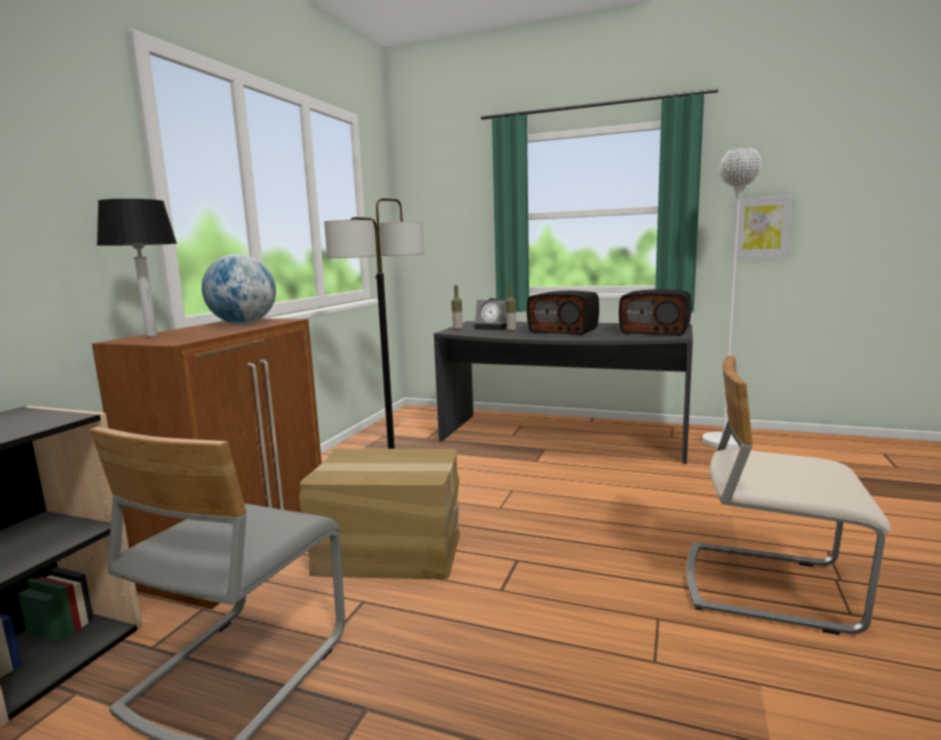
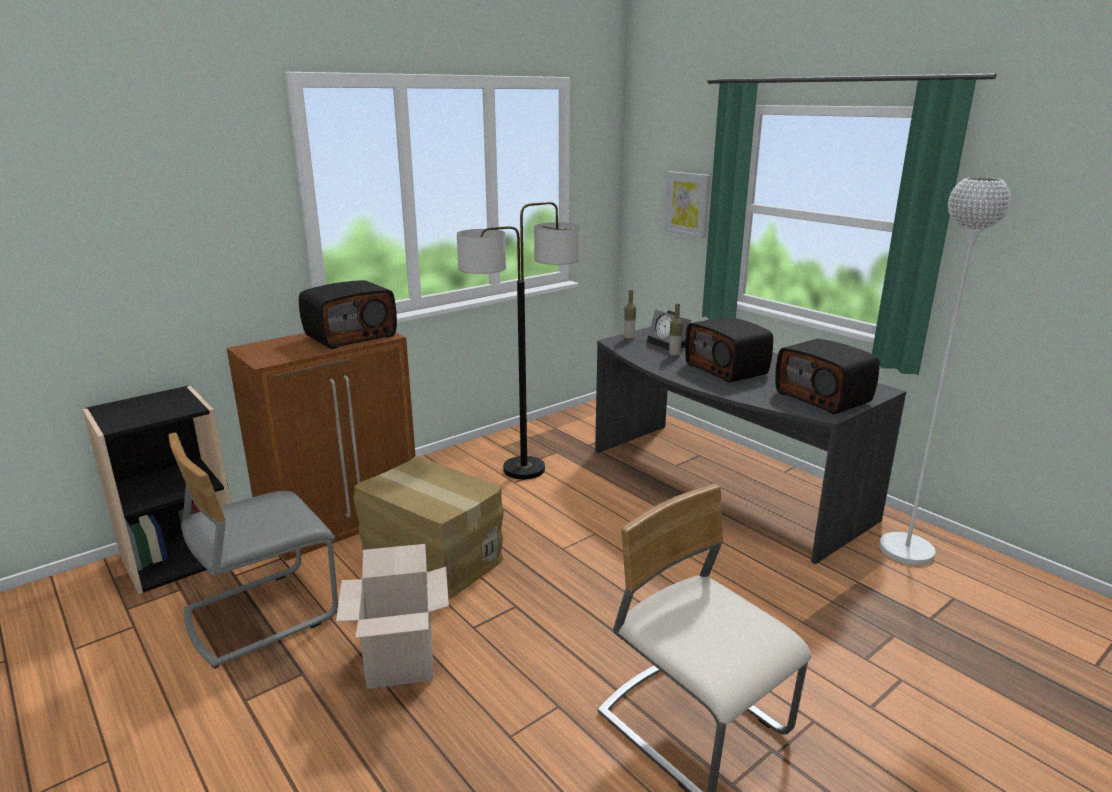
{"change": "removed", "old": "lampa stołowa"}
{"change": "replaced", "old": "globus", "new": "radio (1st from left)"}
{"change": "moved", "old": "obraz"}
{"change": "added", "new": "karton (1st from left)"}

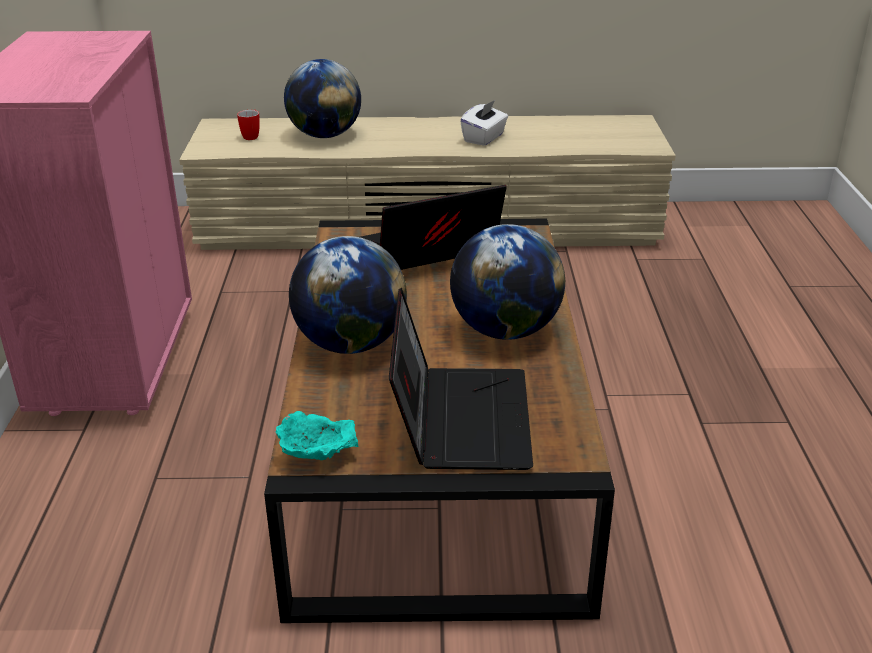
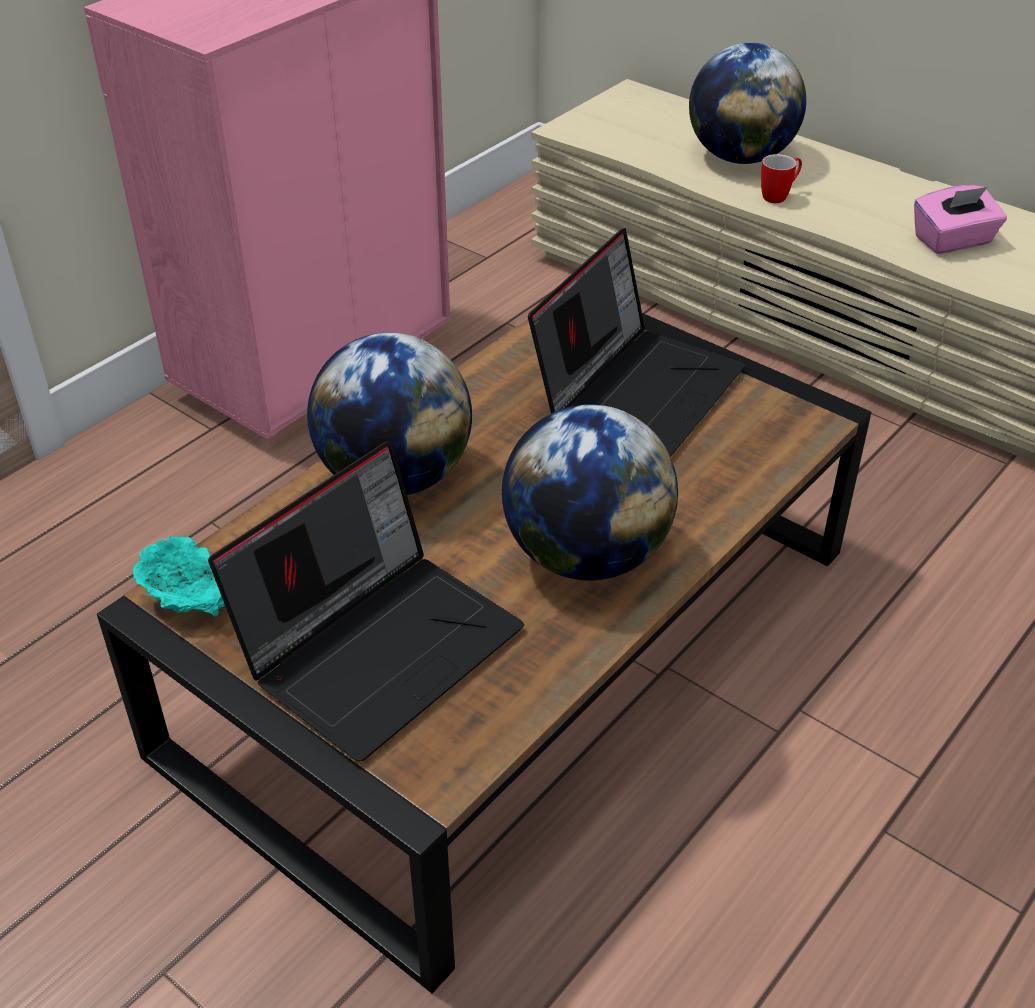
{"change": "moved", "old": "kubek"}
{"change": "turned", "old": "laptop (1st from left in the first image)", "degrees": 105}
{"change": "recoloured", "old": "pudełko chusteczek (biały)", "new": "pudełko chusteczek (różowy)"}

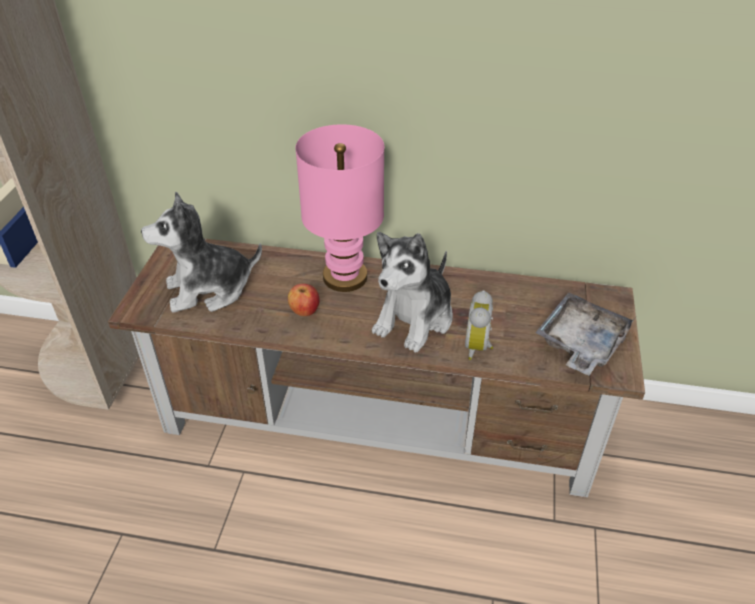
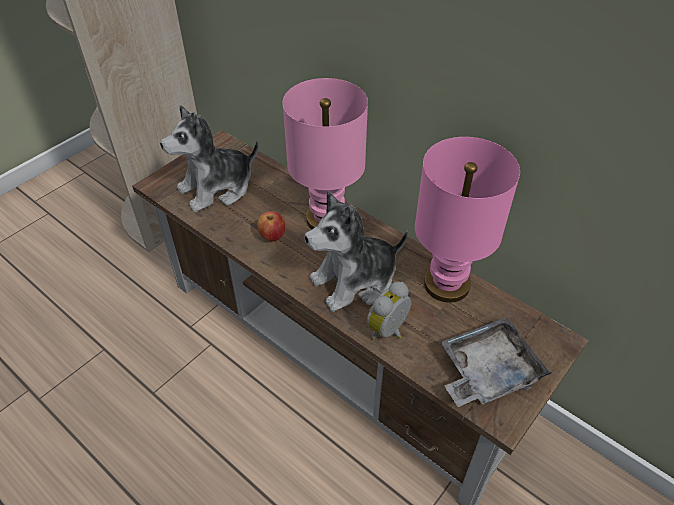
{"change": "turned", "old": "pluszak (1st from left)", "degrees": -45}
{"change": "added", "new": "lampa stołowa (różowy) (2nd from left)"}

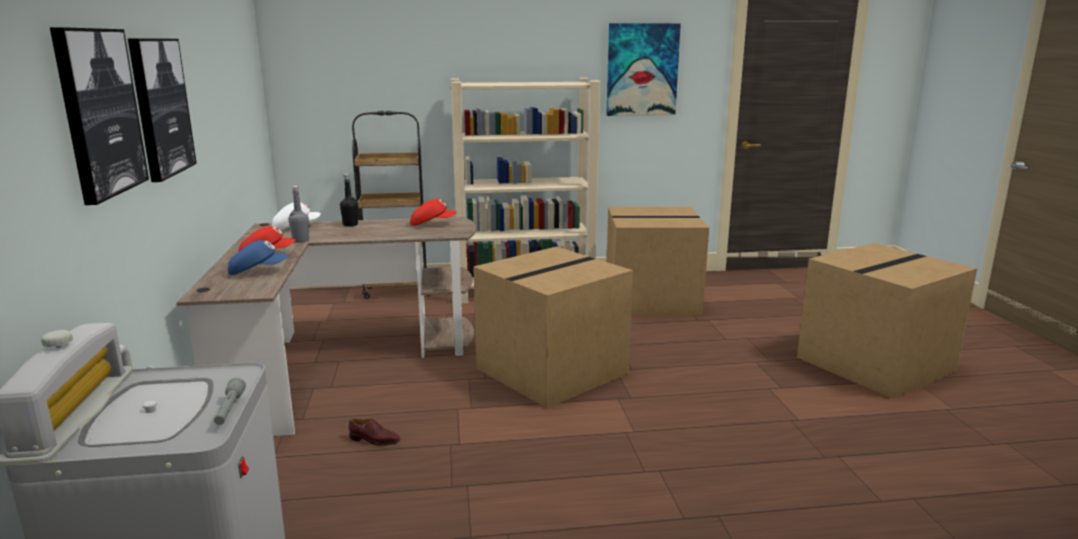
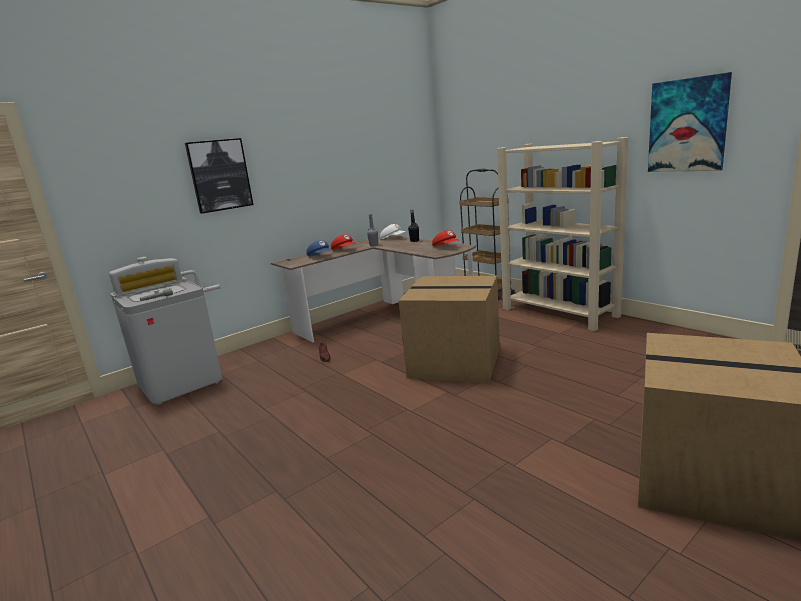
{"change": "removed", "old": "obraz (2nd from left)"}
{"change": "removed", "old": "karton (2nd from left)"}

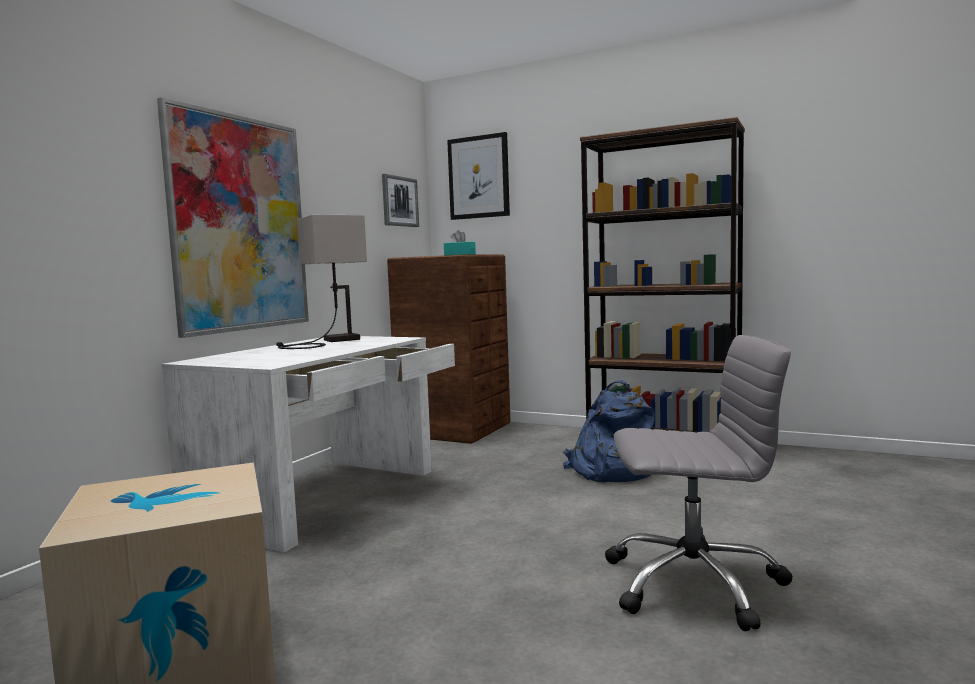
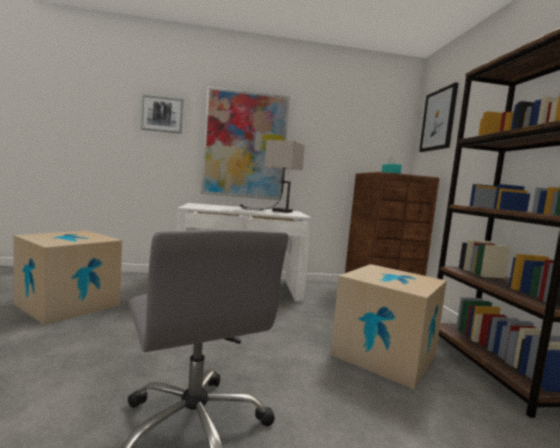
{"change": "moved", "old": "obraz (2nd from left in the first image)", "new": "obraz (1st from left)"}
{"change": "replaced", "old": "plecak (niebieski)", "new": "karton (2nd from left)"}

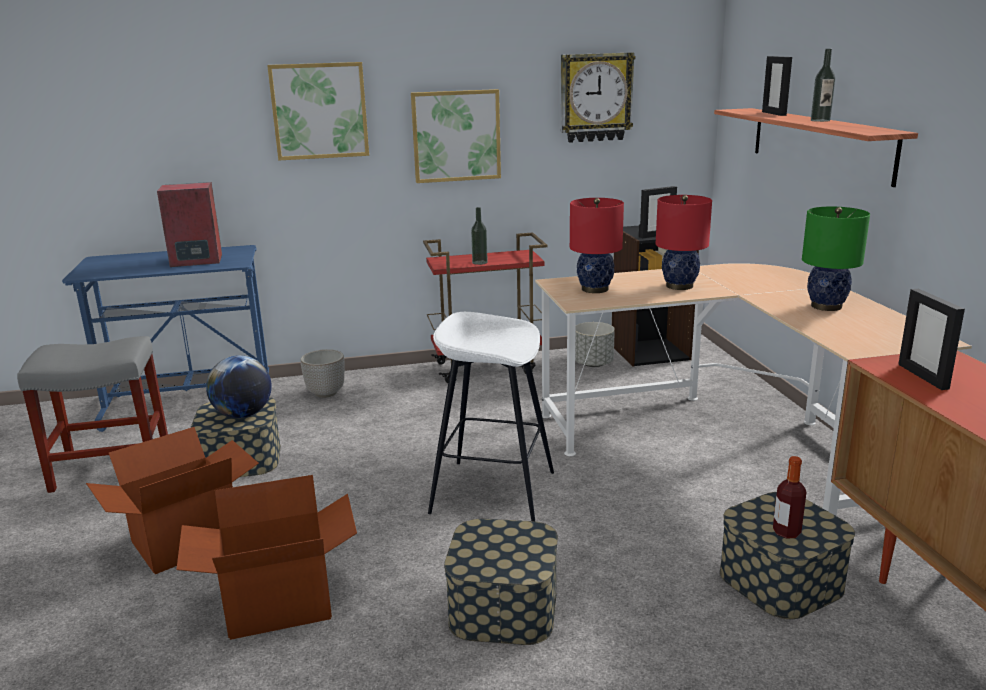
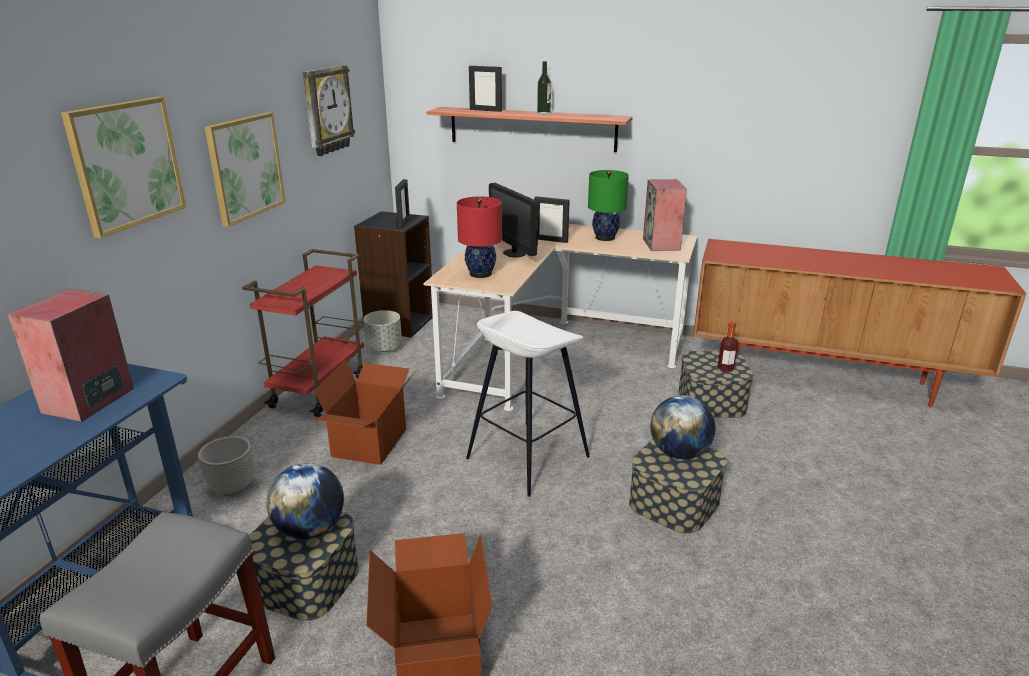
{"change": "moved", "old": "karton (2nd from left in the first image)", "new": "karton (1st from left)"}
{"change": "removed", "old": "butelka (1st from left)"}
{"change": "replaced", "old": "lampa stołowa (czerwony) (2nd from left)", "new": "monitor"}
{"change": "moved", "old": "ramka na zdjęcie (3rd from left)"}
{"change": "added", "new": "głośnik (2nd from left)"}
{"change": "added", "new": "globus (2nd from left)"}

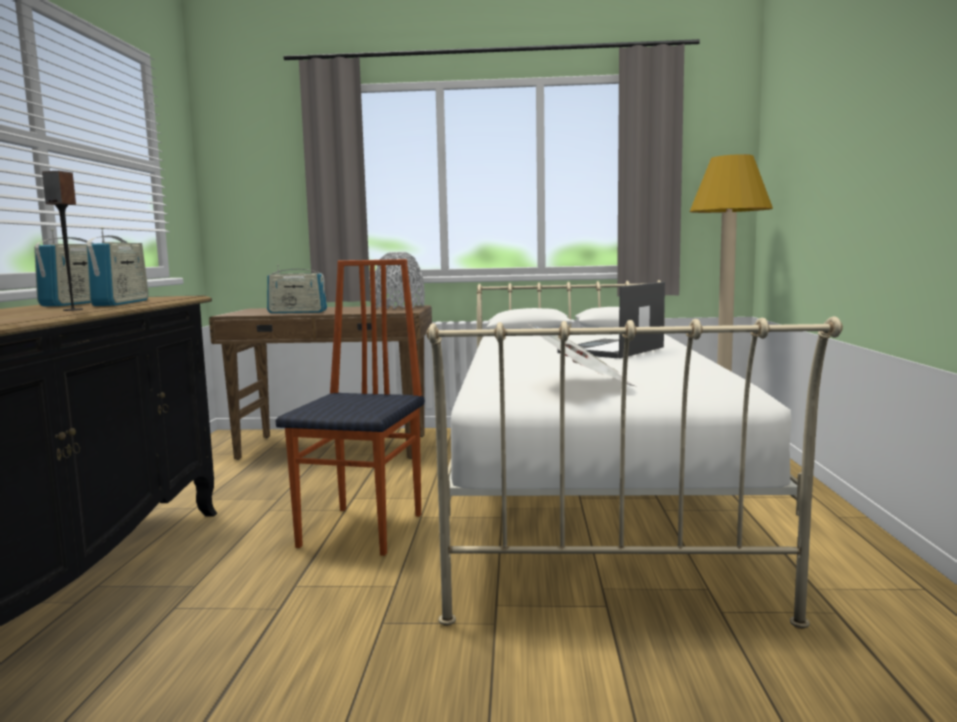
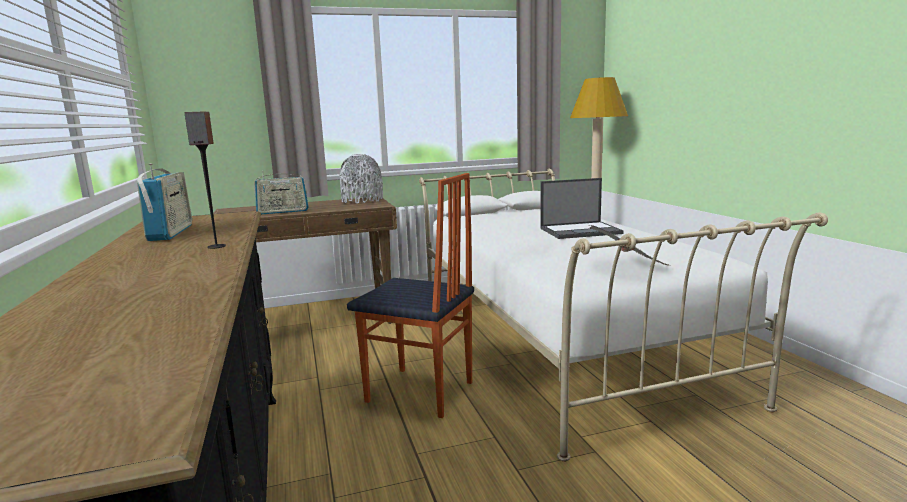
{"change": "removed", "old": "radio (2nd from left)"}
{"change": "turned", "old": "krzesło", "degrees": 120}
{"change": "turned", "old": "laptop", "degrees": -120}

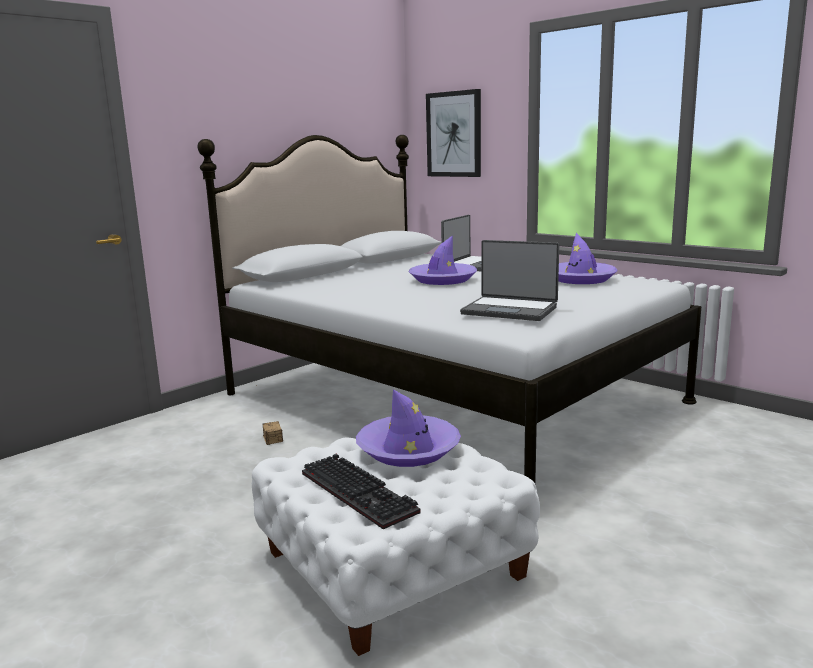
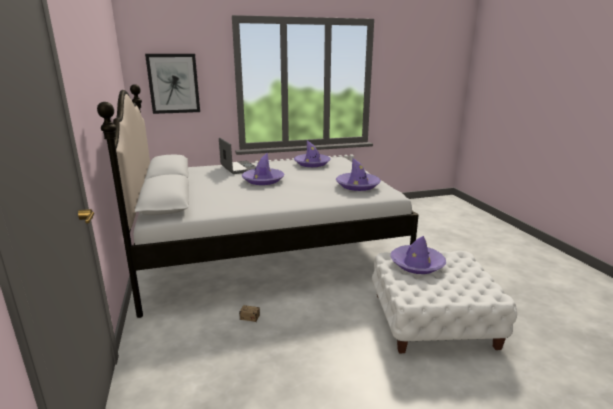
{"change": "removed", "old": "klawiatura"}
{"change": "replaced", "old": "laptop (2nd from left)", "new": "kapelusz (fioletowy) (3rd from left)"}

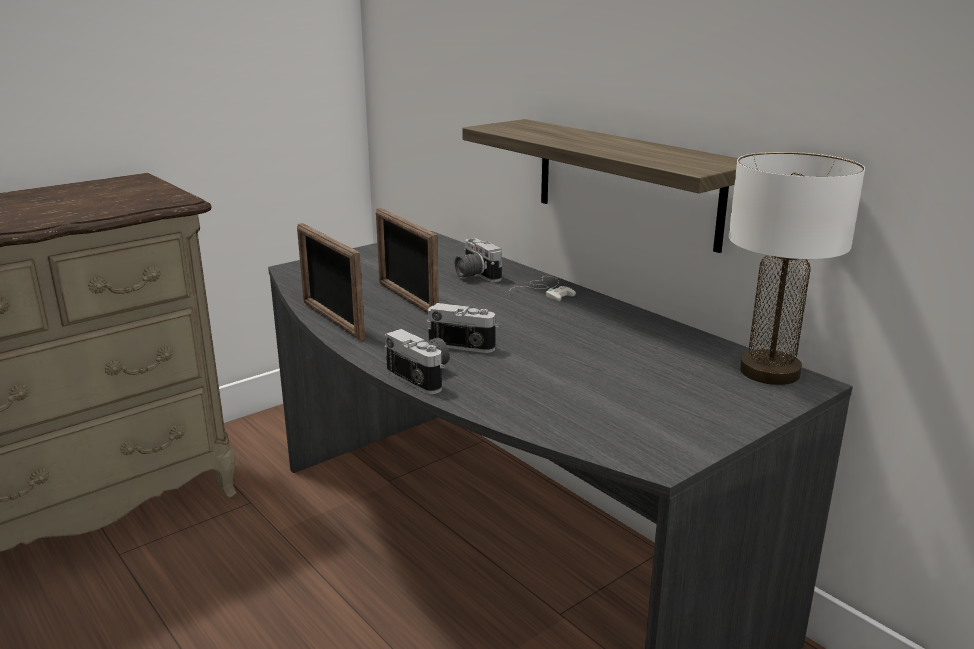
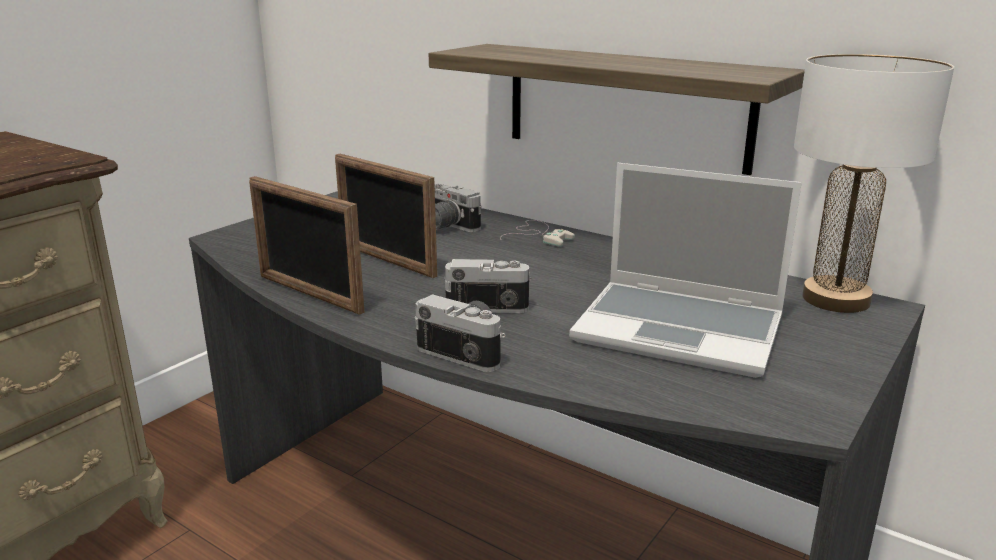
{"change": "added", "new": "laptop"}

